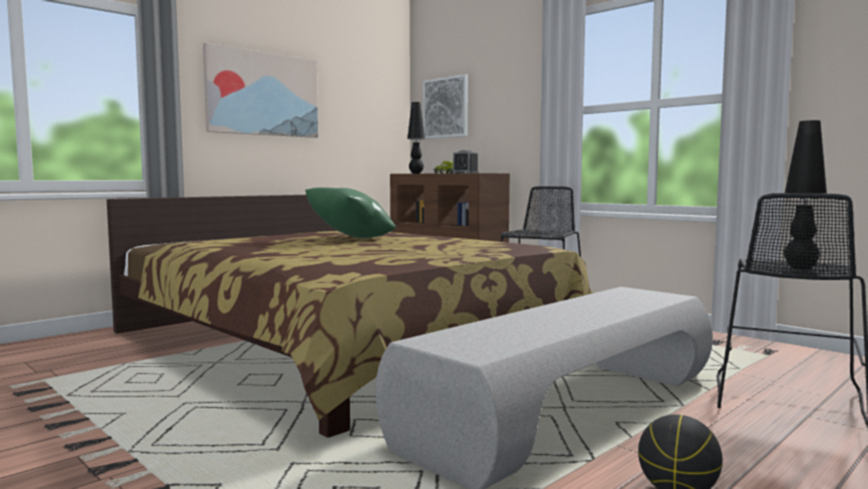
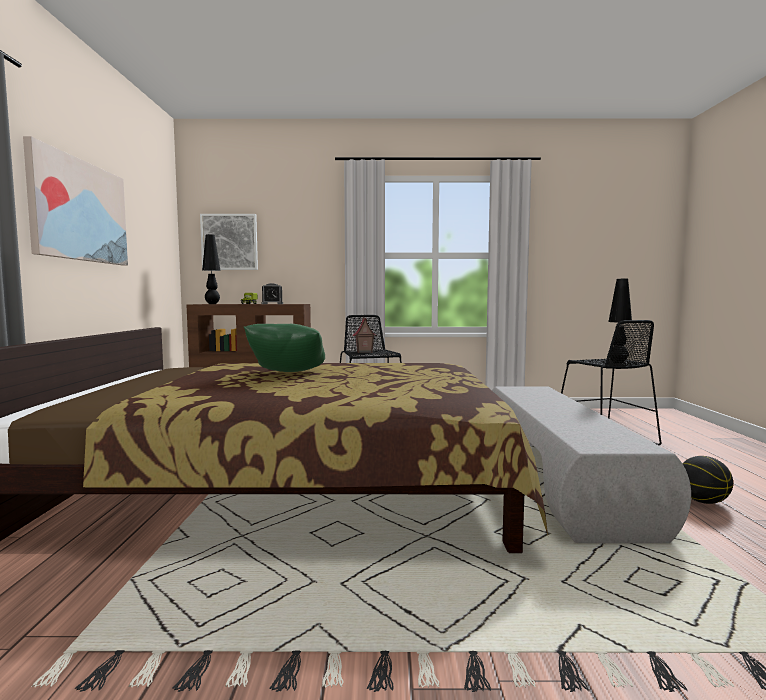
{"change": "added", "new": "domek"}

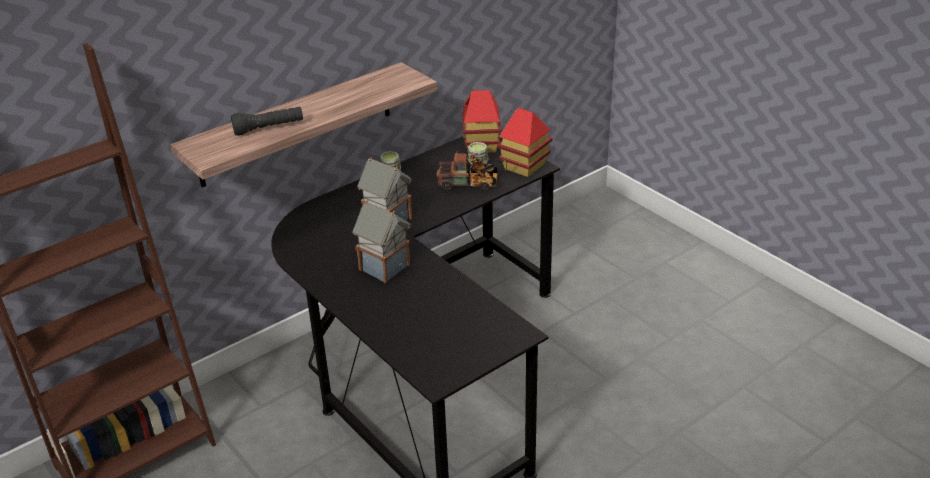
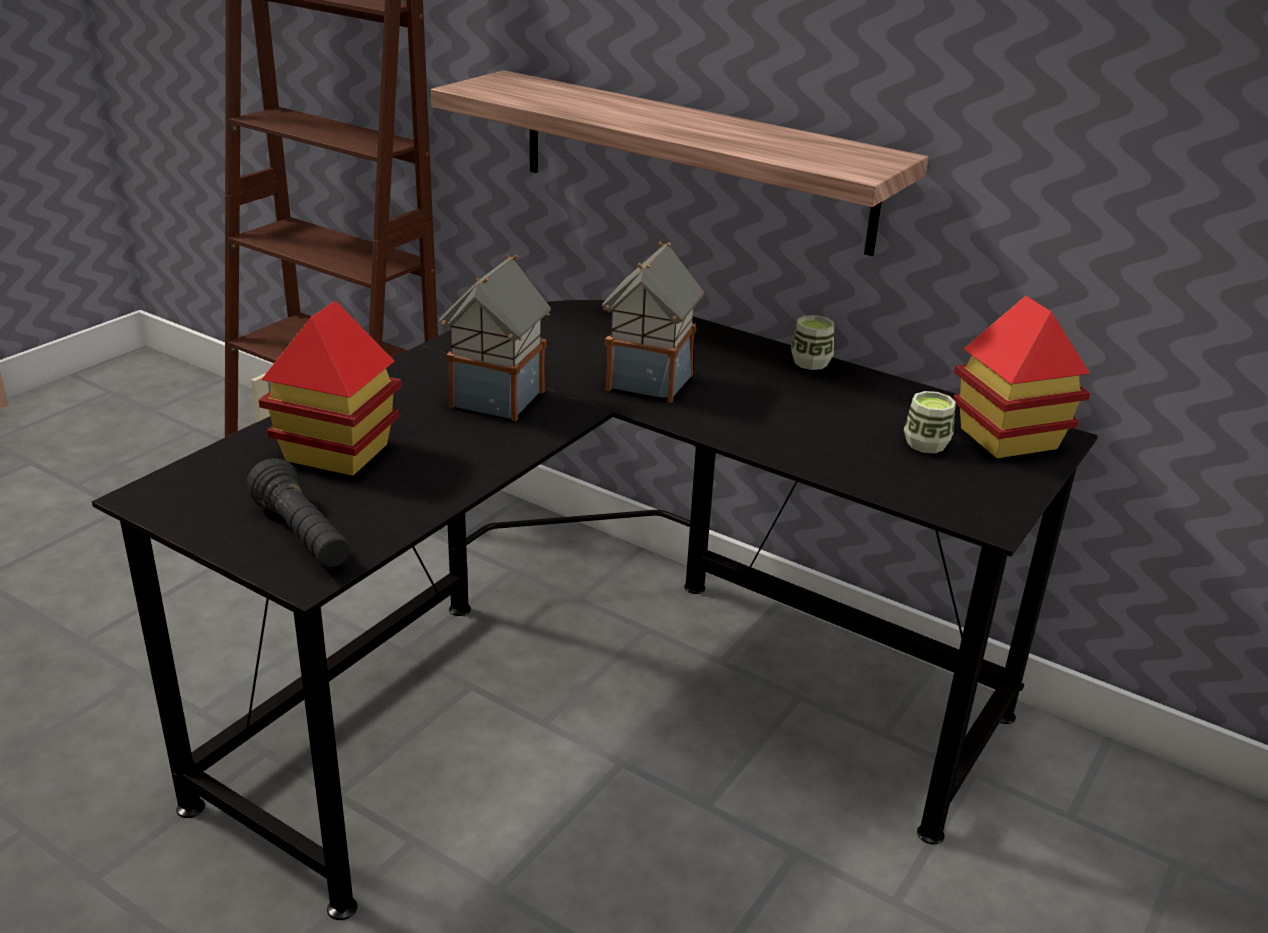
{"change": "moved", "old": "latarka (czarny)"}
{"change": "removed", "old": "ciężarówka zabawkowa"}
{"change": "moved", "old": "domek (4th from left in the first image)", "new": "domek (1st from left)"}

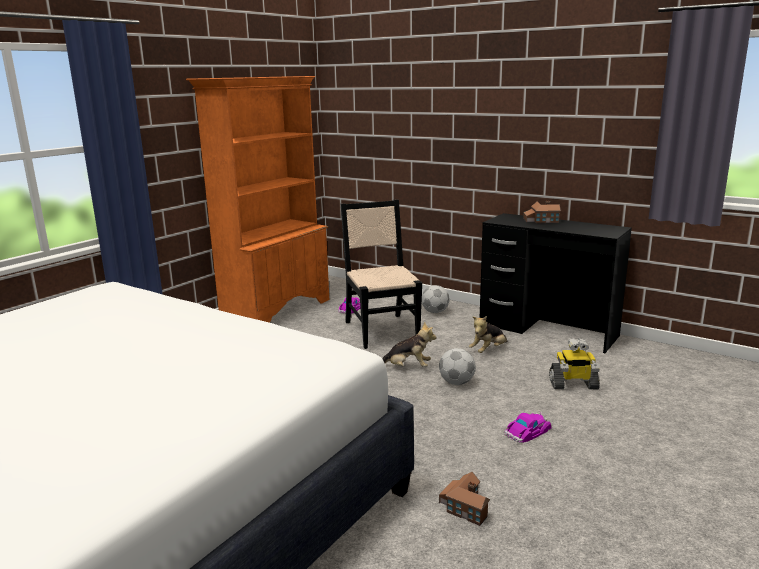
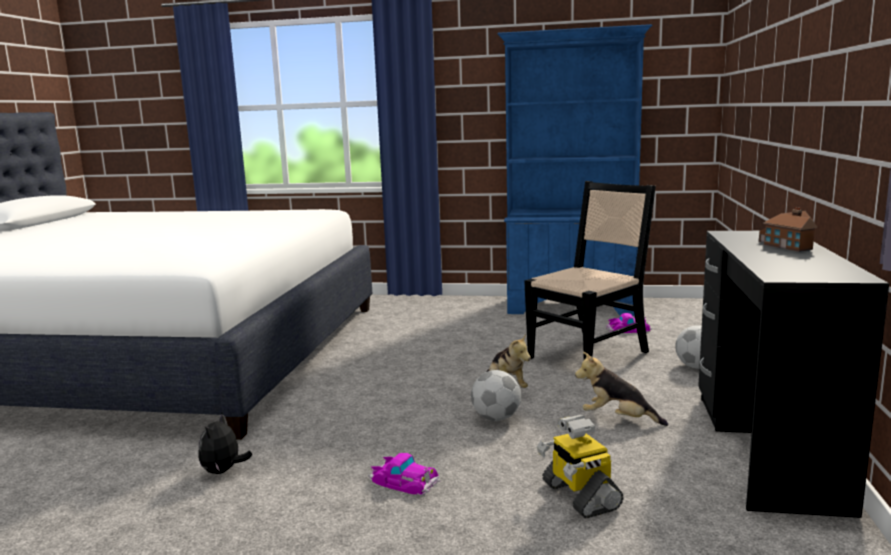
{"change": "recoloured", "old": "regał (pomarańczowy)", "new": "regał (niebieski)"}
{"change": "replaced", "old": "domek (1st from left)", "new": "pluszak (1st from left)"}

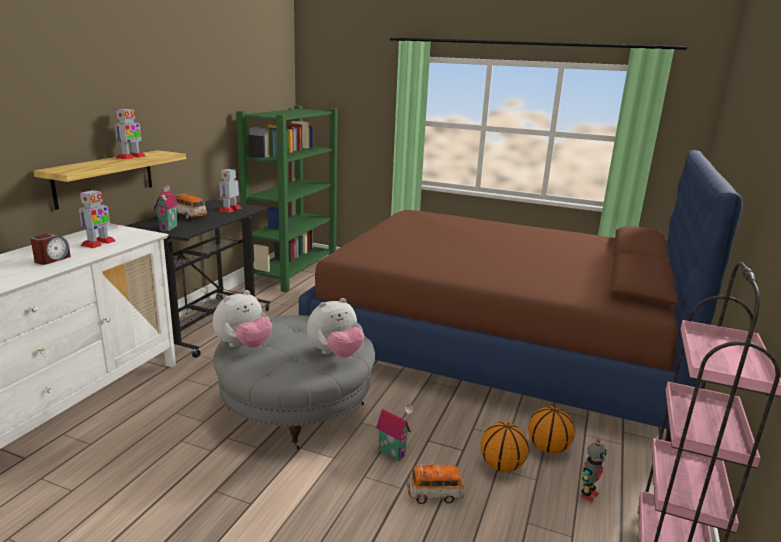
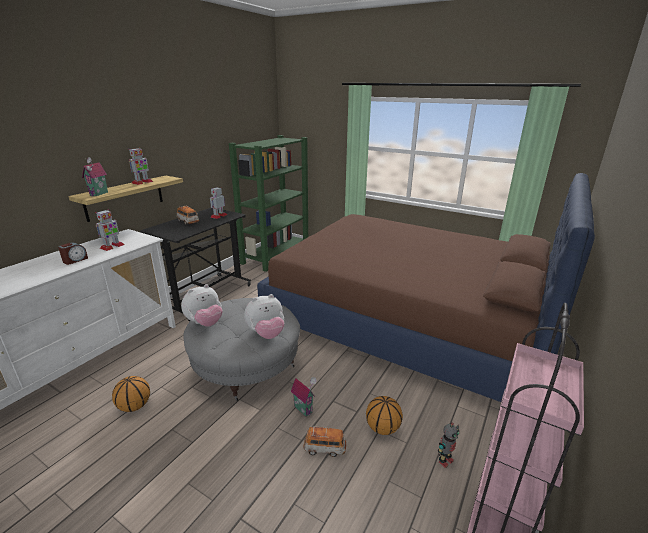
{"change": "moved", "old": "domek (1st from left)"}
{"change": "moved", "old": "piłka do koszykówki (2nd from left in the first image)", "new": "piłka do koszykówki (1st from left)"}

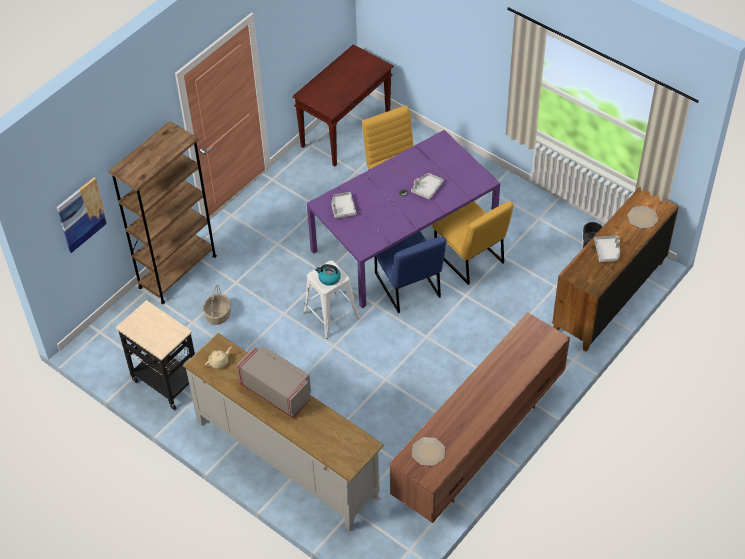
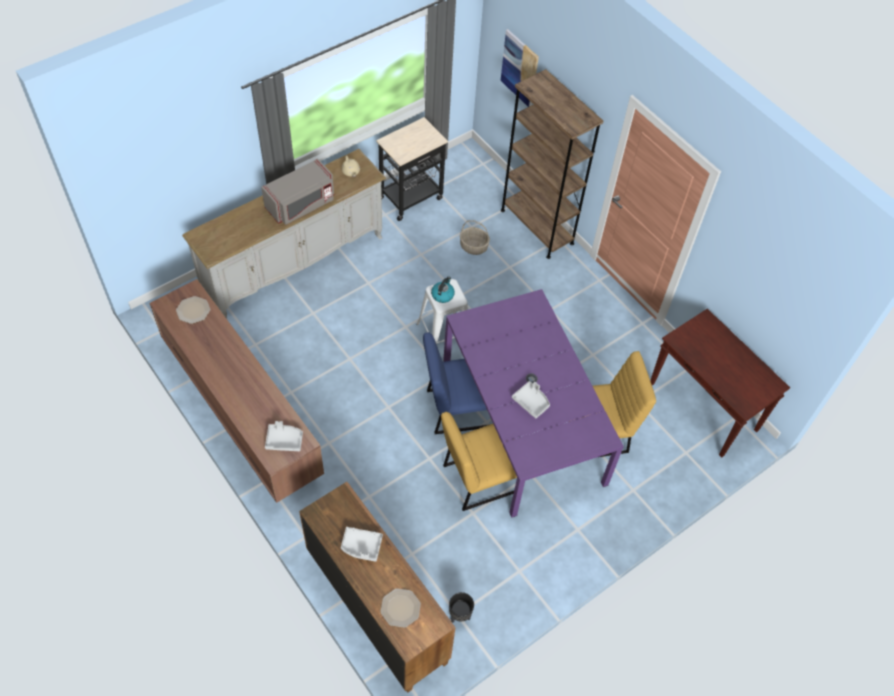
{"change": "moved", "old": "taca (szary) (1st from left)"}

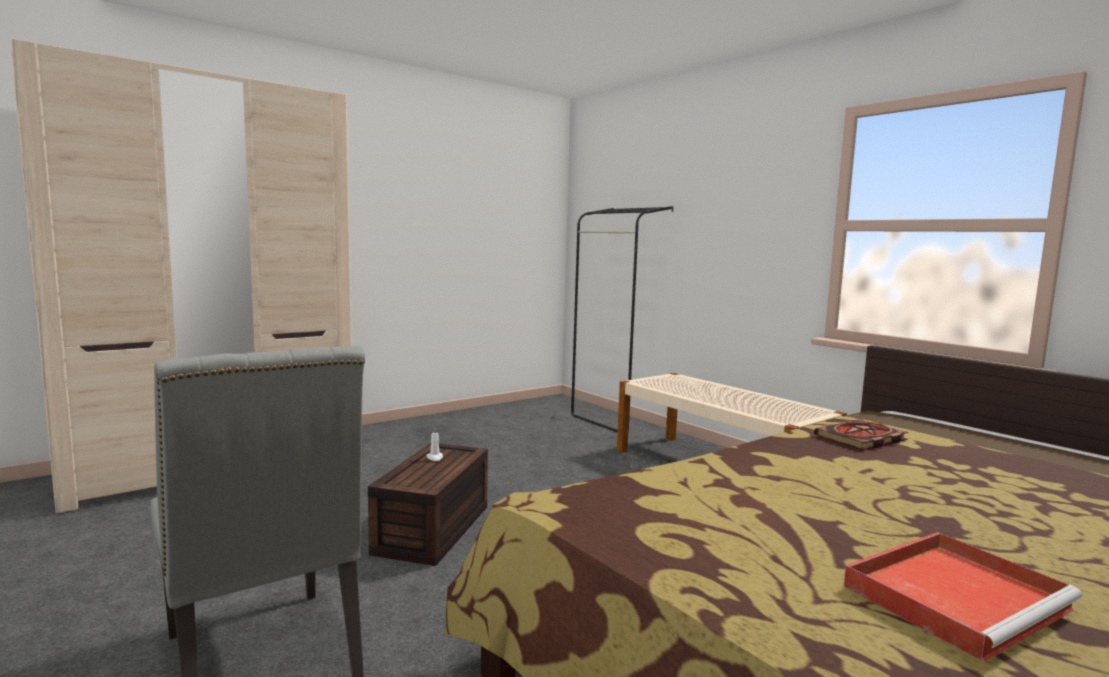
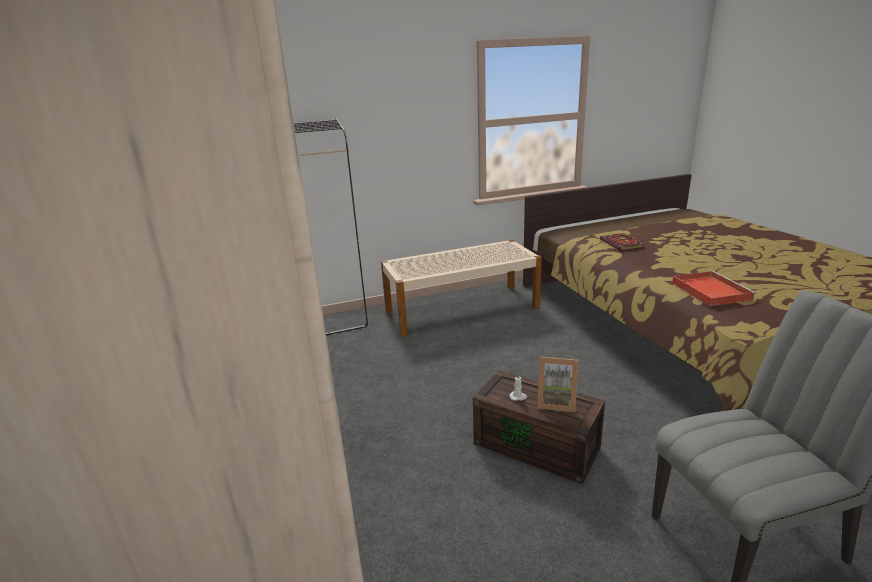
{"change": "moved", "old": "taca (czerwony)"}
{"change": "added", "new": "ramka na zdjęcie"}

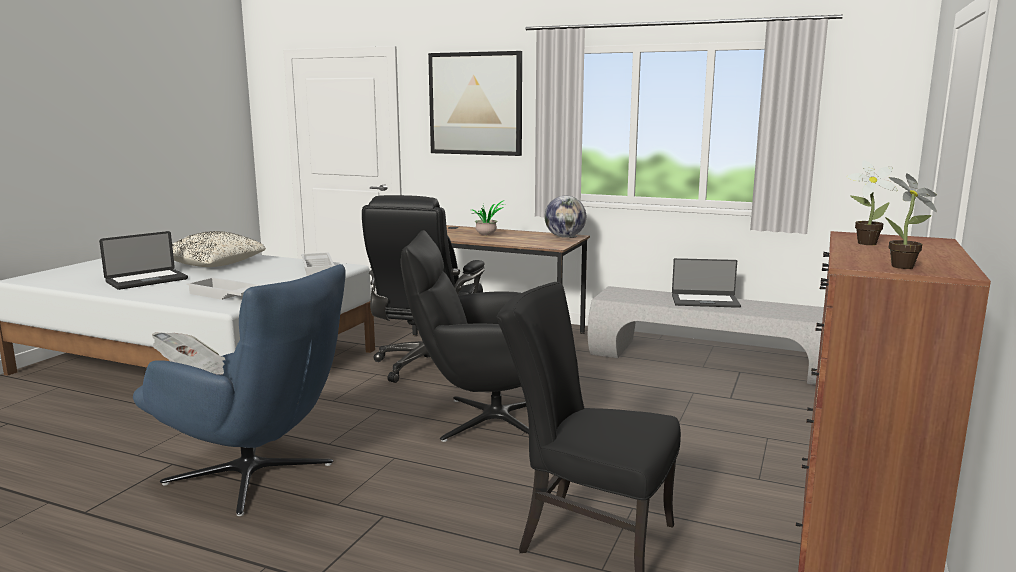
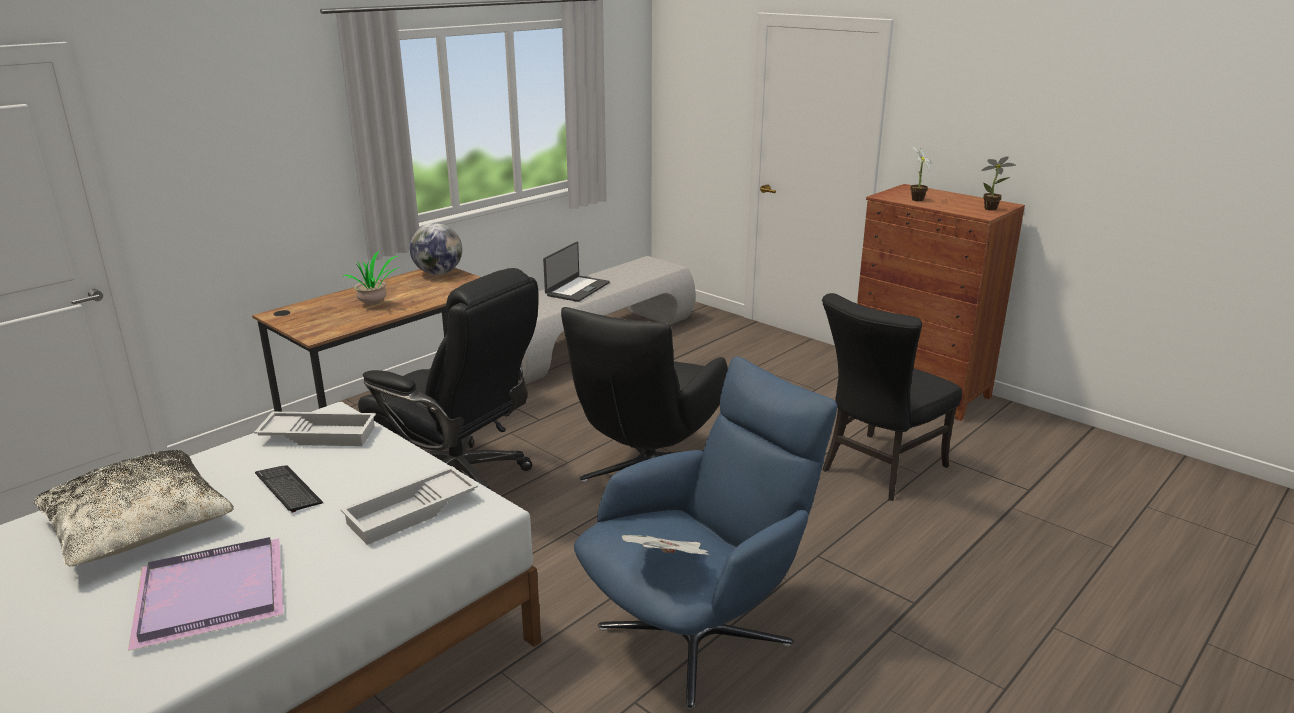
{"change": "replaced", "old": "laptop (1st from left)", "new": "taca (fioletowy)"}
{"change": "removed", "old": "obraz"}
{"change": "added", "new": "klawiatura"}

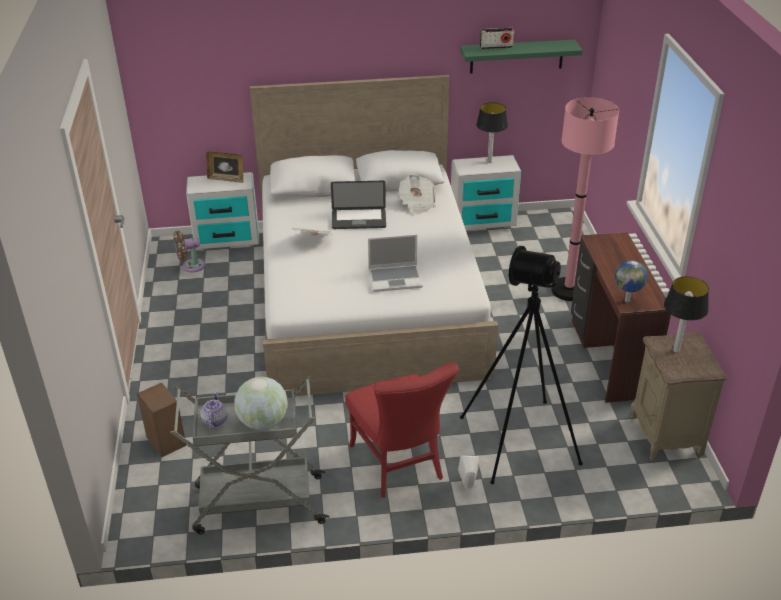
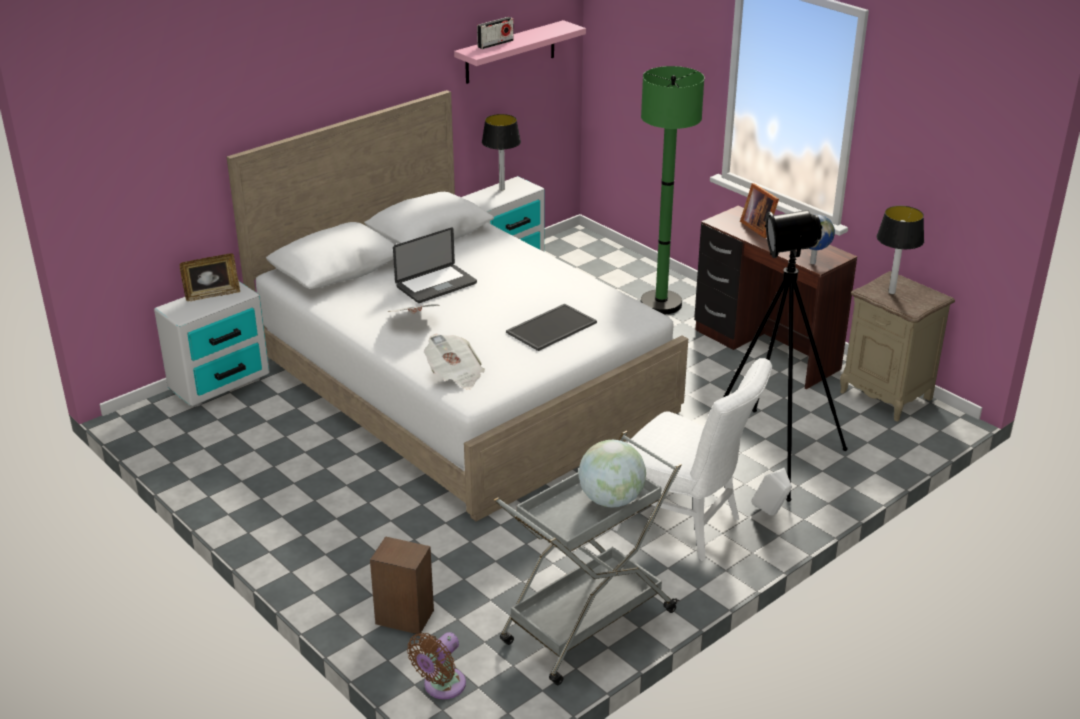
{"change": "moved", "old": "wentylator (brązowy)"}
{"change": "removed", "old": "imbryk"}
{"change": "recoloured", "old": "krzesło (czerwony)", "new": "krzesło (biały)"}
{"change": "replaced", "old": "laptop (2nd from left)", "new": "taca"}
{"change": "moved", "old": "gazeta (2nd from left)"}
{"change": "recoloured", "old": "półka (zielony)", "new": "półka (różowy)"}
{"change": "recoloured", "old": "lampa stojąca (różowy)", "new": "lampa stojąca (zielony)"}
{"change": "added", "new": "ramka na zdjęcie (2nd from left)"}

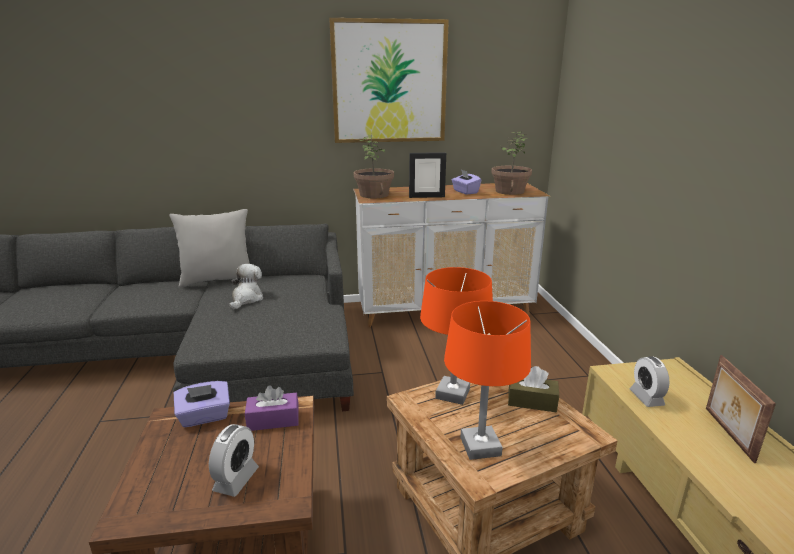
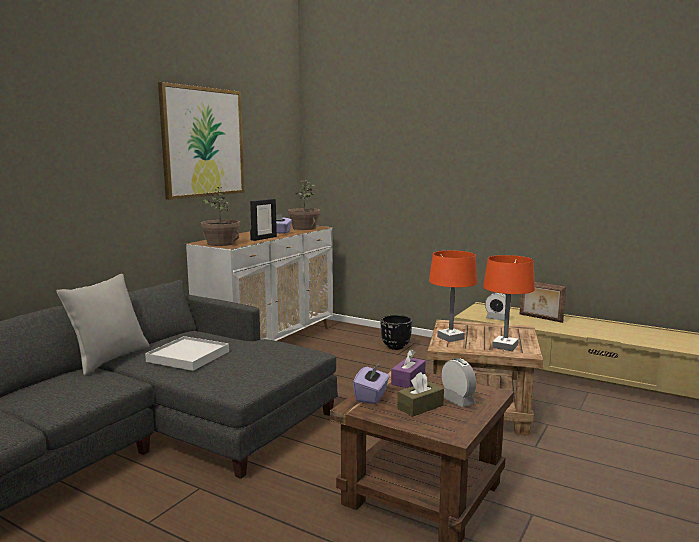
{"change": "replaced", "old": "pluszak", "new": "taca (biały)"}
{"change": "moved", "old": "pudełko chusteczek (brązowy)"}
{"change": "added", "new": "donica (czarny)"}

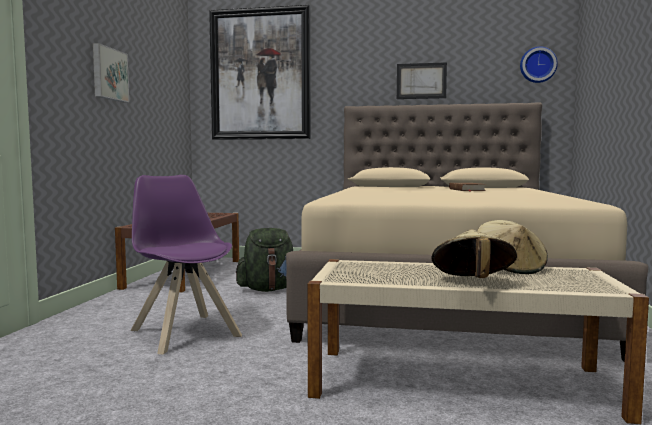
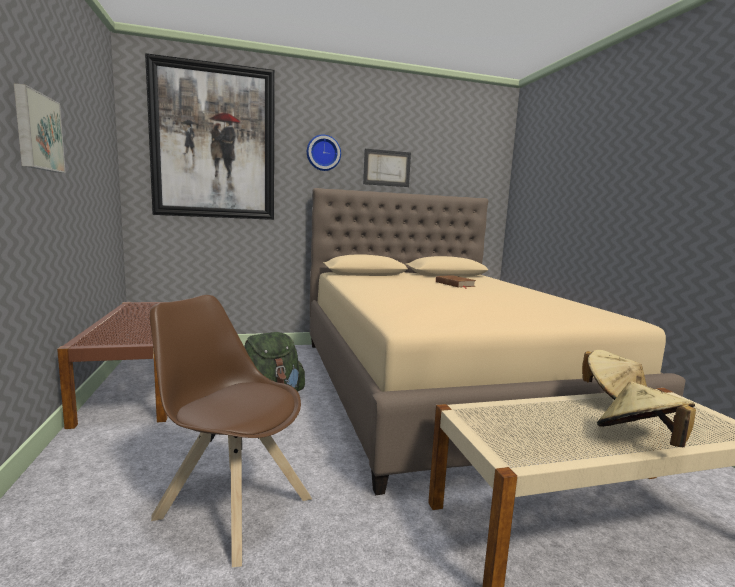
{"change": "recoloured", "old": "krzesło (fioletowy)", "new": "krzesło (brązowy)"}
{"change": "moved", "old": "zegar ścienny"}

